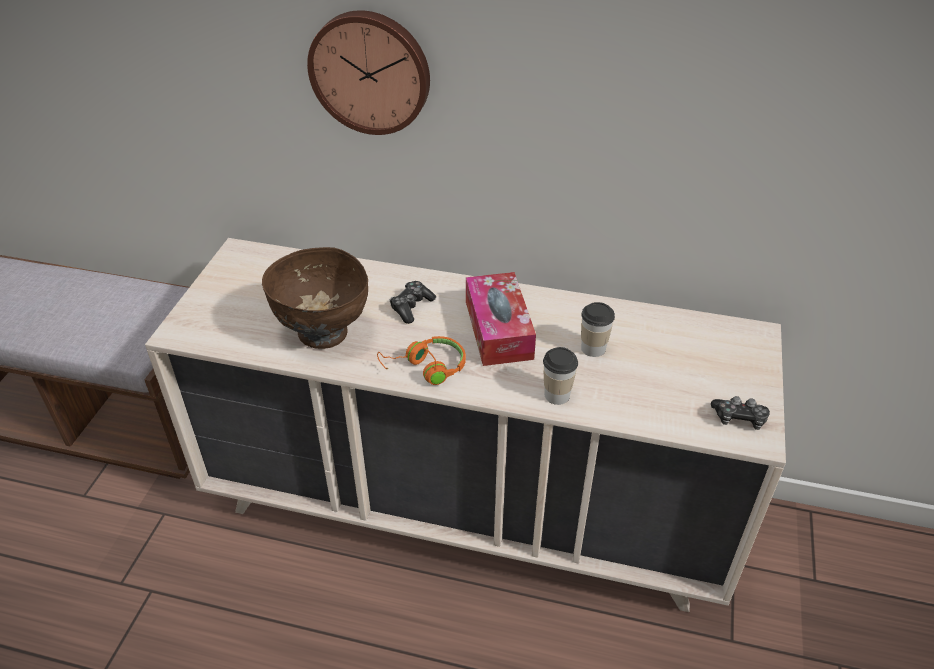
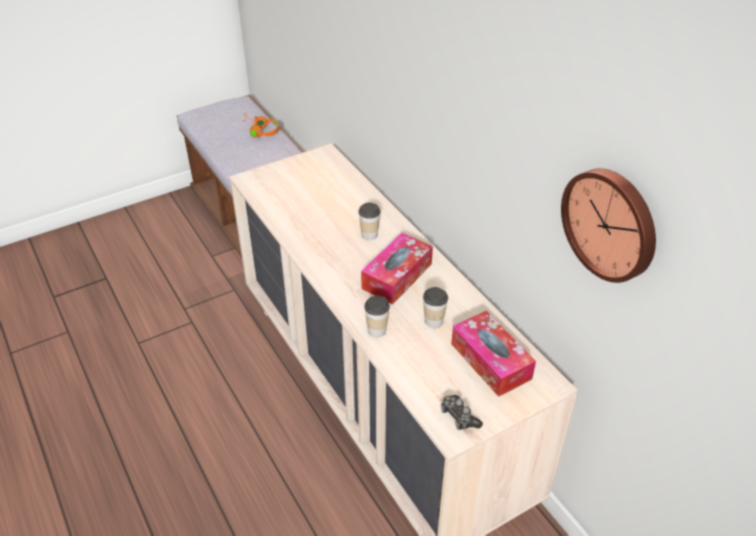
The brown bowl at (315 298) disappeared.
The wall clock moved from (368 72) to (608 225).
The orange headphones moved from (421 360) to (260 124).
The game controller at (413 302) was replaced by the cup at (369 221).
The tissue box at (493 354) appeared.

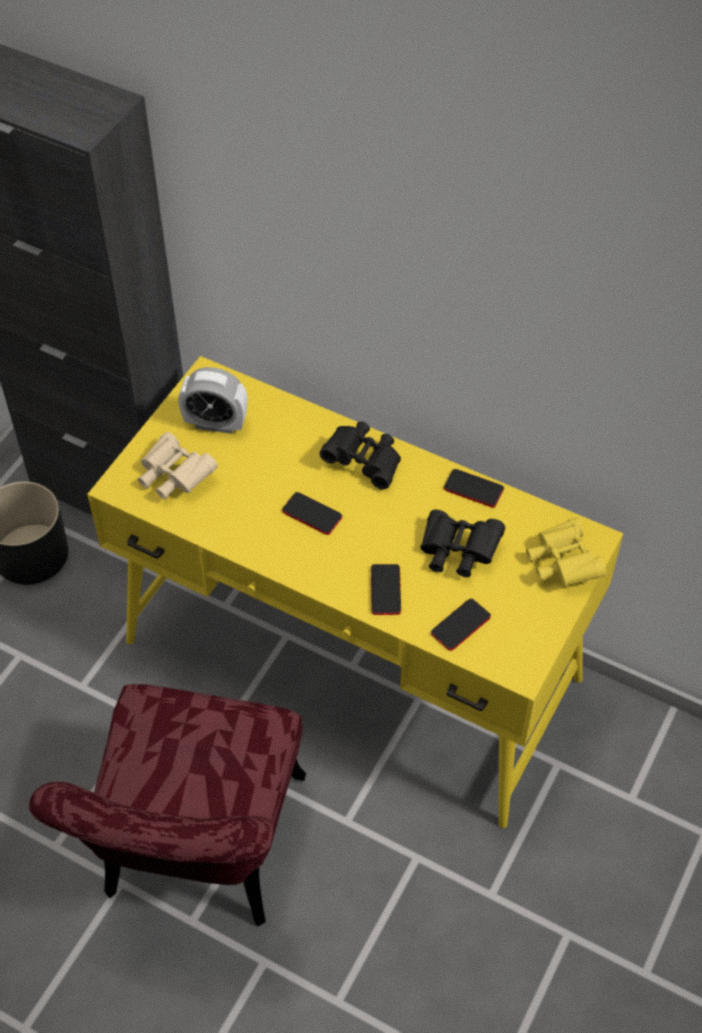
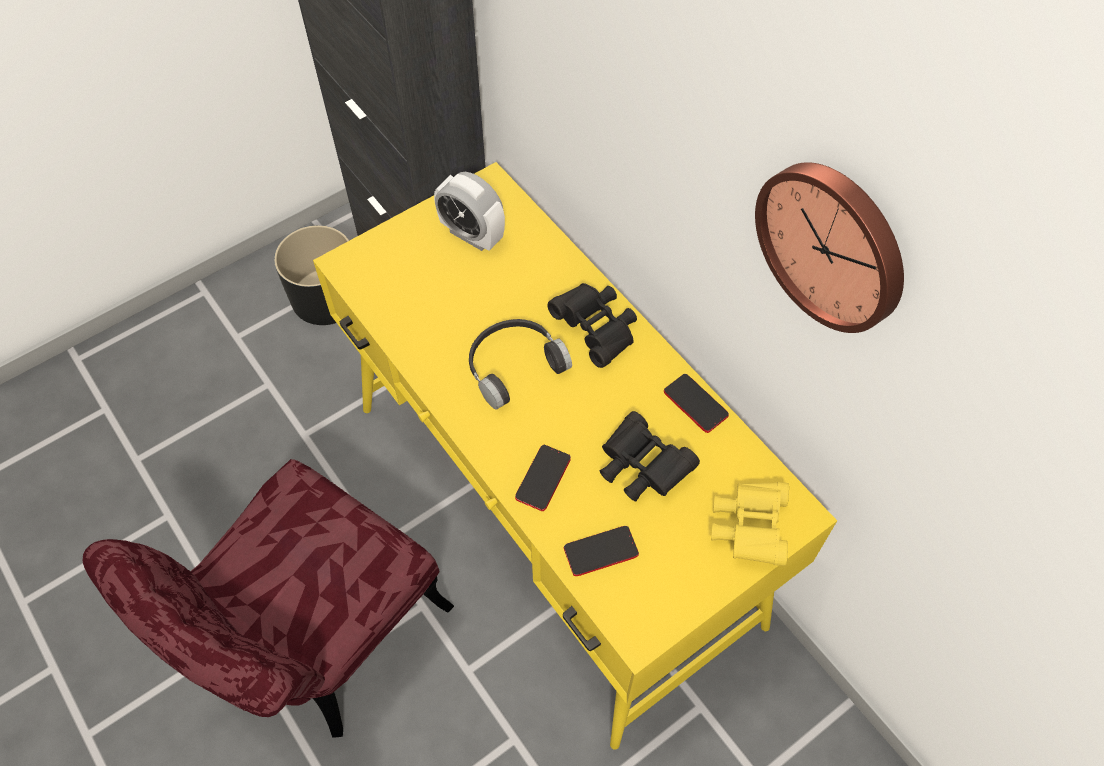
The beige binoculars at (178 466) disappeared.
The phone at (312 513) was replaced by the black headphones at (520 364).
The wall clock at (829 247) appeared.

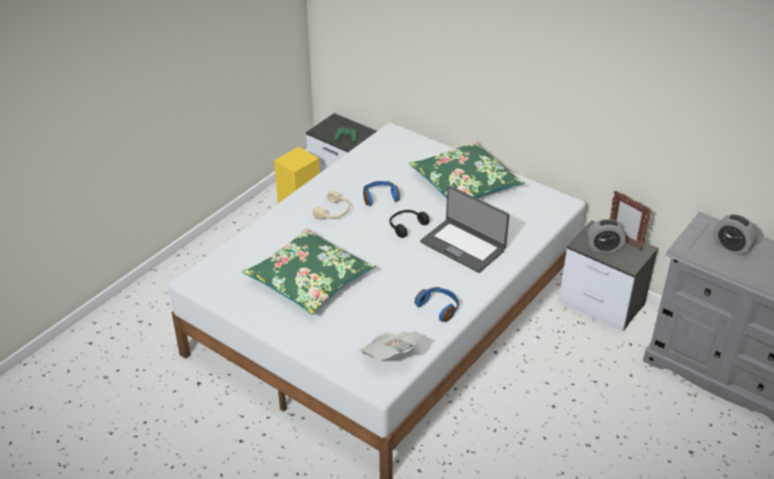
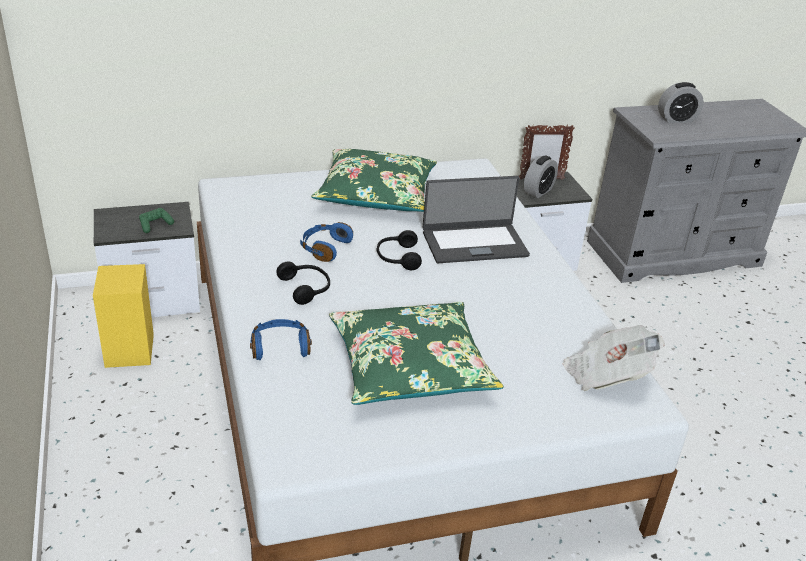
The beige headphones at (331 205) became the black headphones at (303 283).
The blue headphones moved from (437 304) to (281 339).

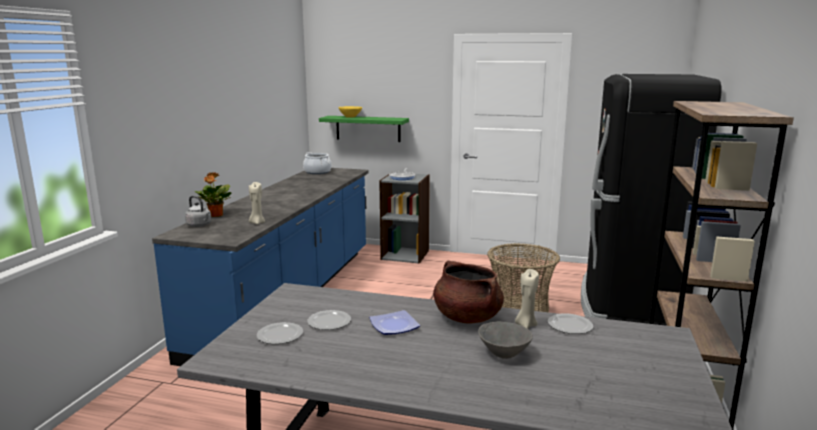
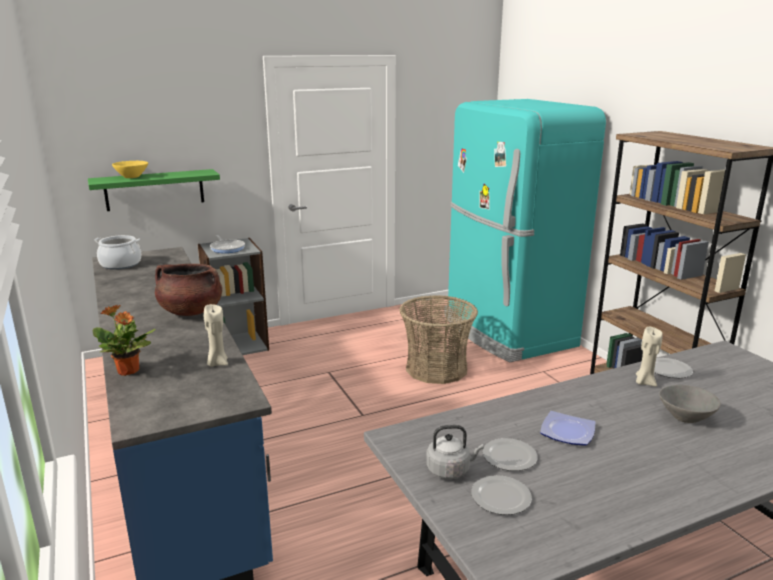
The grey kettle moved from (198 211) to (455 452).
The brown cooking pot moved from (468 292) to (188 290).
The black fridge at (651 200) became the turquoise fridge at (525 230).

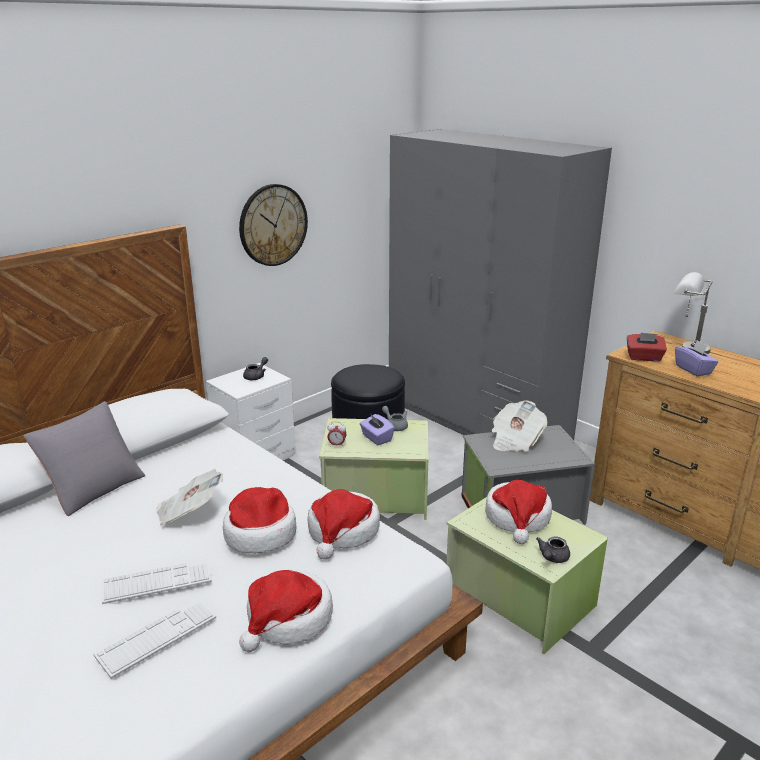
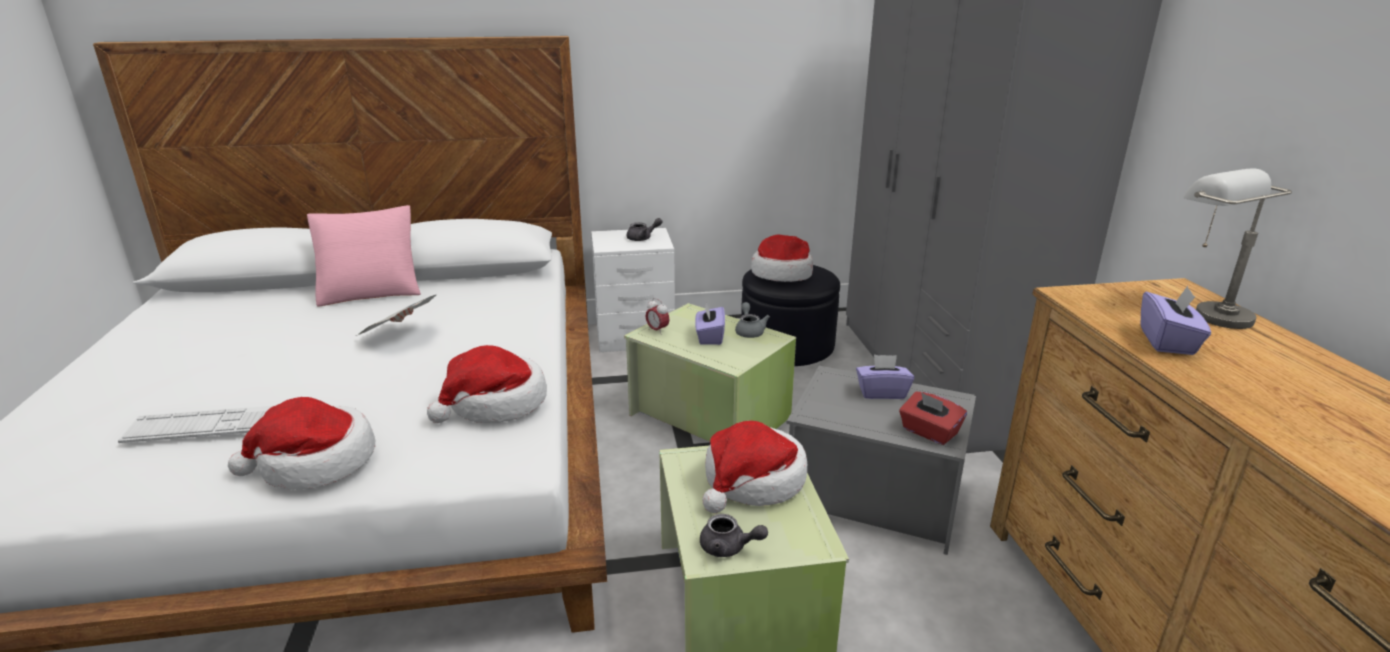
The grey pillow at (84 458) became the pink pillow at (364 256).
The keyboard at (157 581) disappeared.
The hat moved from (259 520) to (782 258).
The wall clock at (273 225) disappeared.
The newspaper at (519 425) was replaced by the purple tissue box at (885 377).
The grey teapot at (553 549) turned 135 degrees counterclockwise.
The red tissue box moved from (647 347) to (933 418).

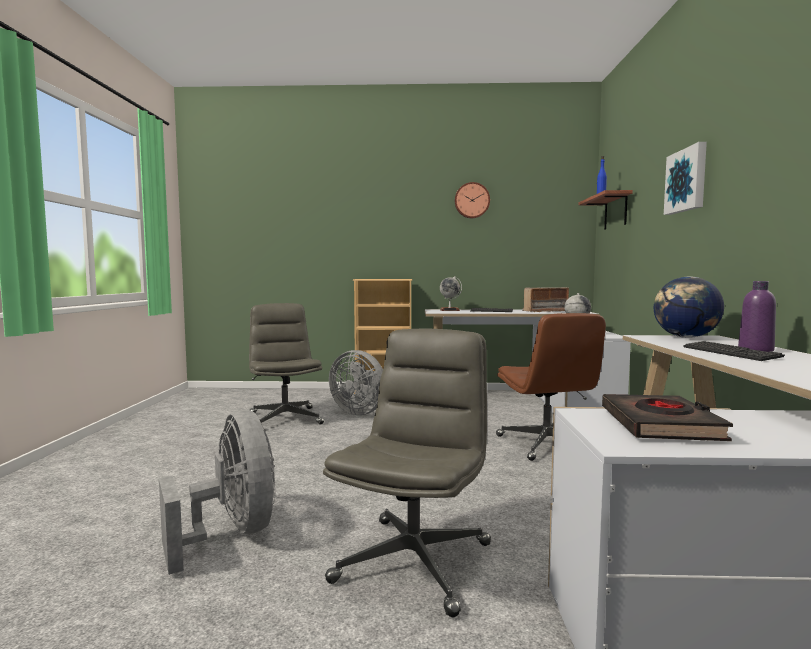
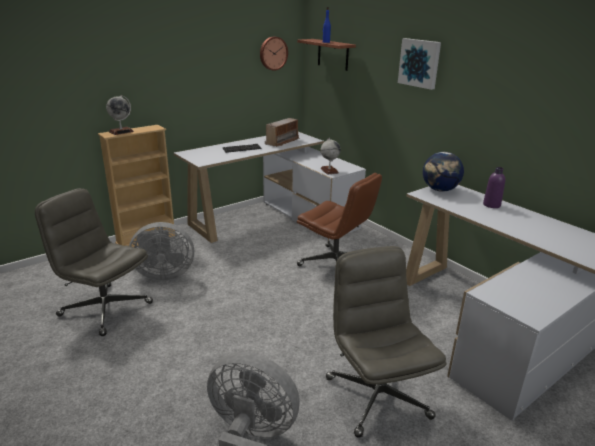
The globe moved from (451 293) to (120 115).
The wall clock moved from (472 200) to (274 54).
The black book at (667 417) disappeared.
The keyboard at (734 351) disappeared.

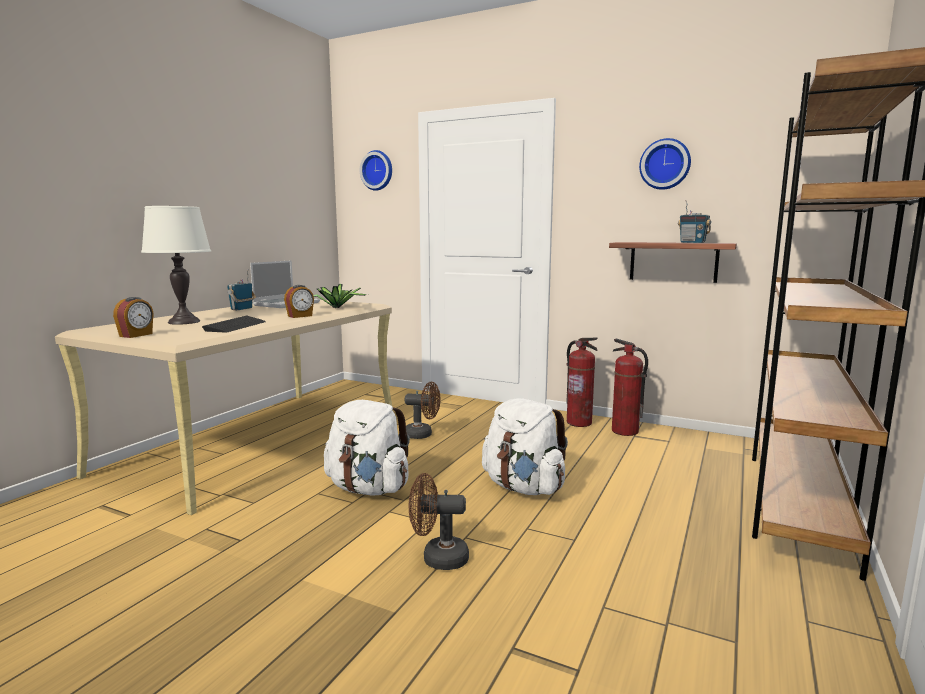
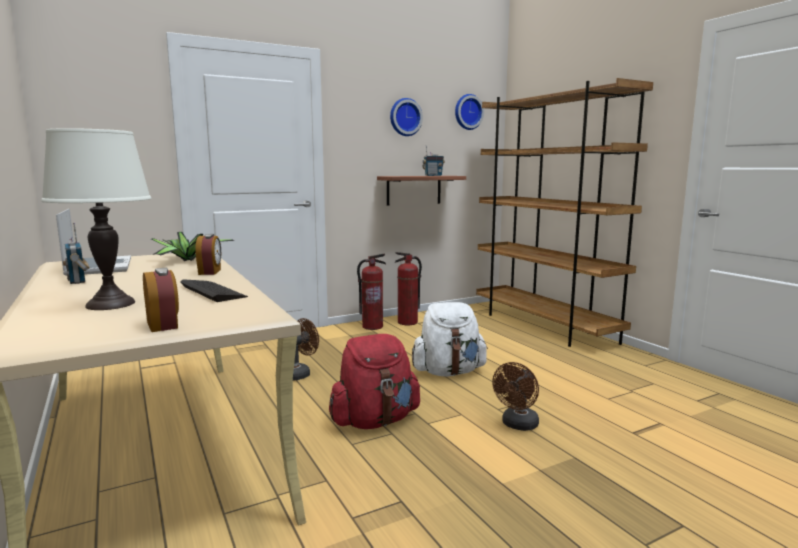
The white backpack at (367 448) became the red backpack at (374 381).
The wall clock moved from (376 170) to (469 112).

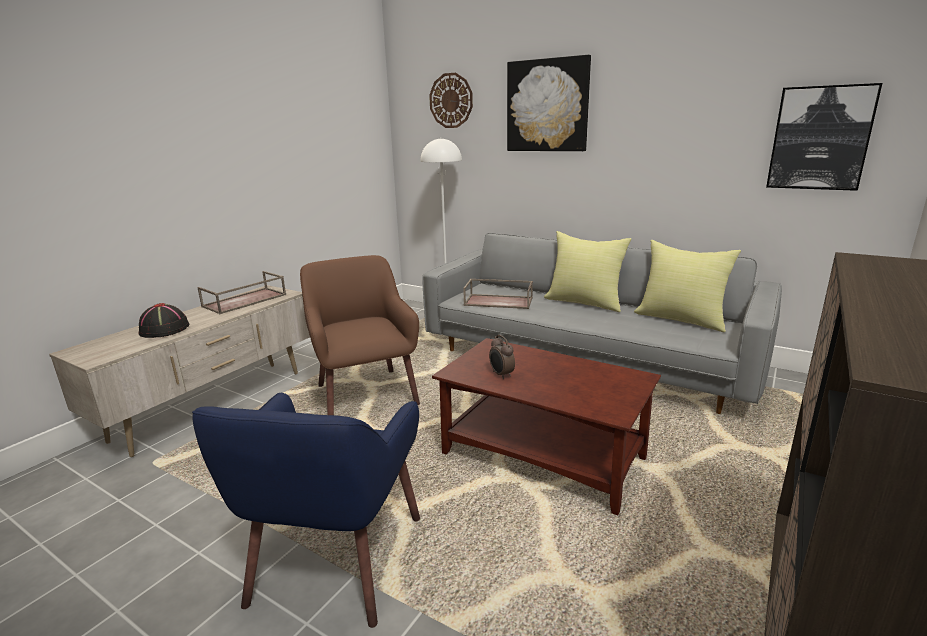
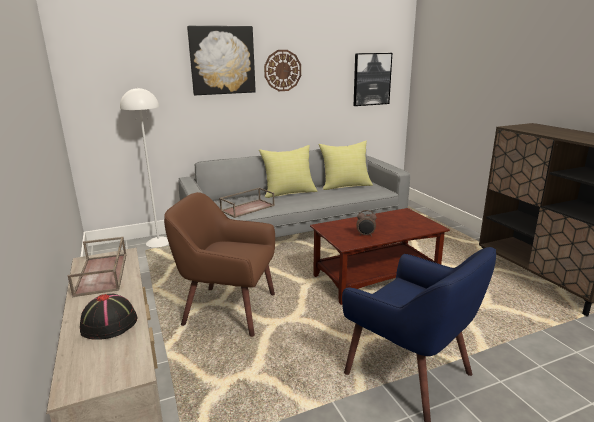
The wall clock moved from (451 100) to (282 70).

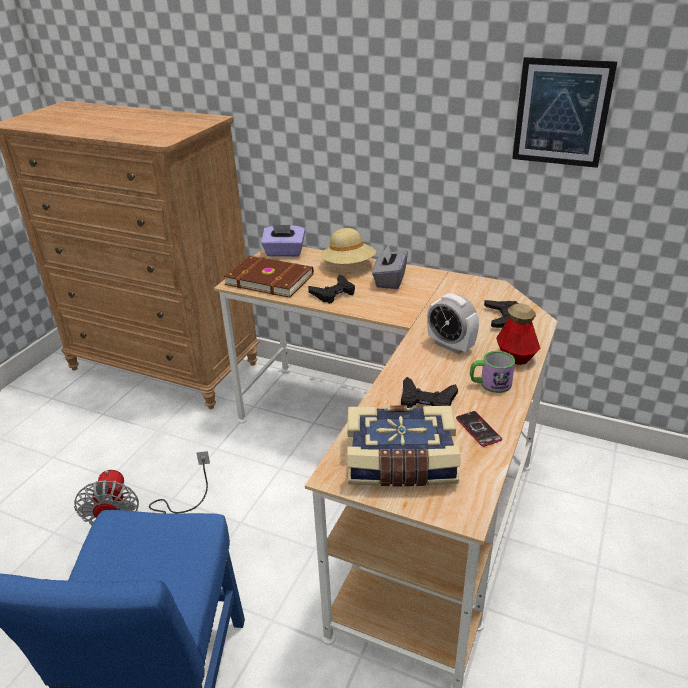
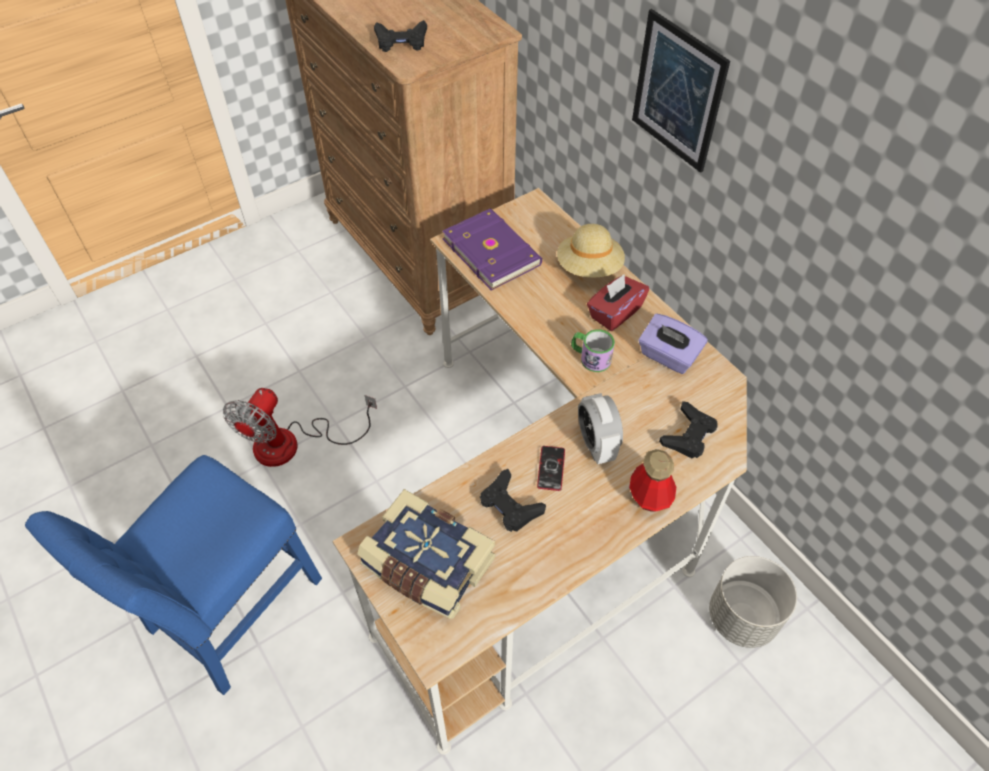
The brown book at (268 277) became the purple book at (492 249).
The purple tissue box moved from (283 240) to (673 344).
The black game controller moved from (331 289) to (400 36).
The grey tissue box at (390 266) became the red tissue box at (618 302).
The phone moved from (479 429) to (551 468).
The mug moved from (492 372) to (593 350).
The picture moved from (564 112) to (681 91).
The grey planter at (753 602) appeared.

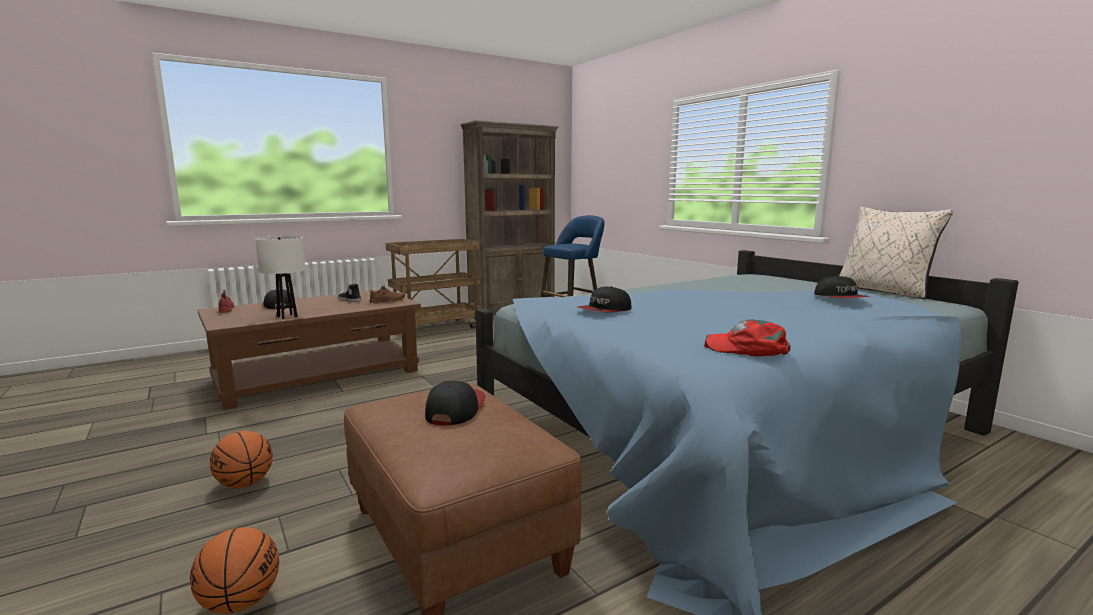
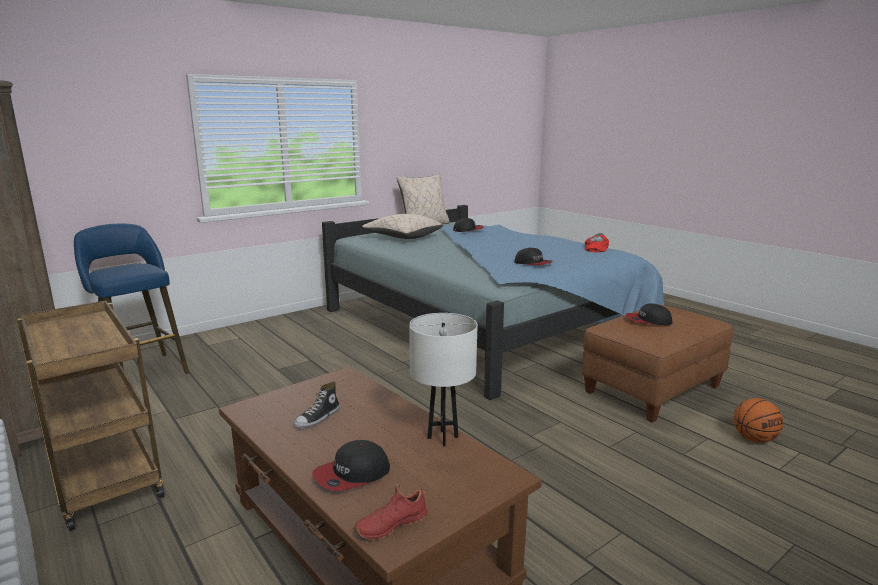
The basketball at (241 459) disappeared.
The brown shoe at (387 293) disappeared.
The beige pillow at (402 226) appeared.

